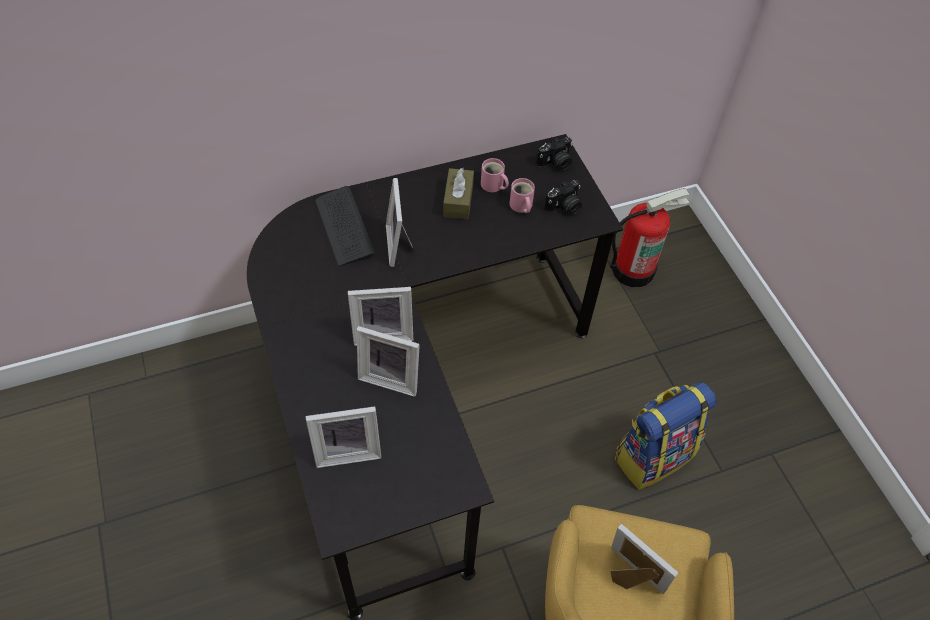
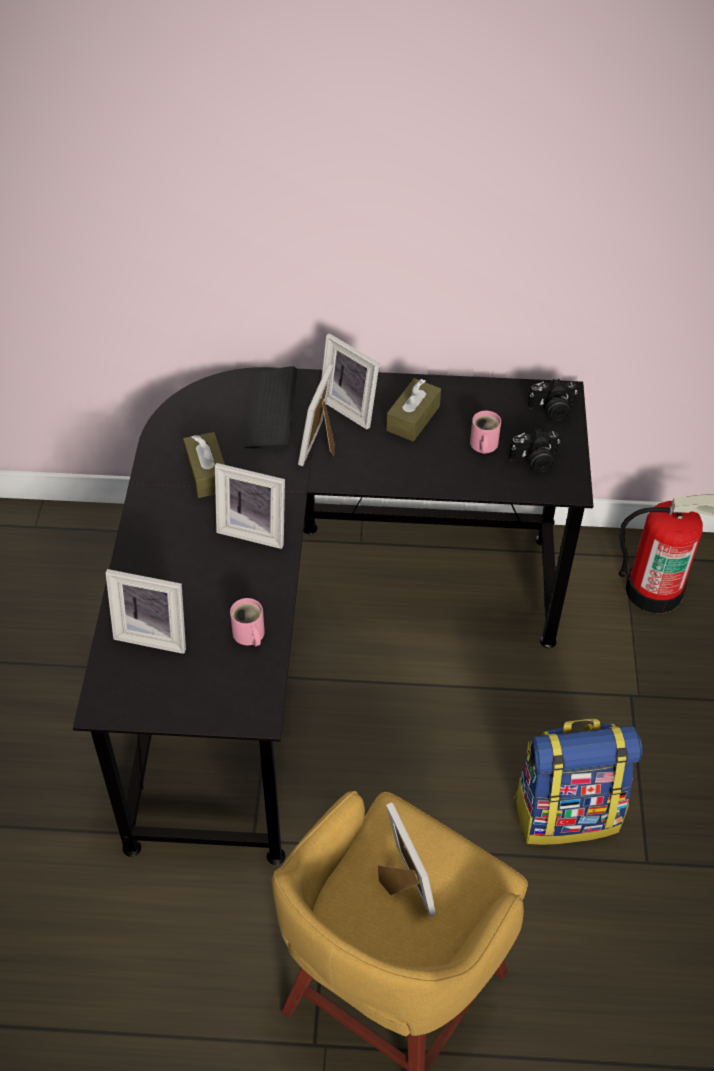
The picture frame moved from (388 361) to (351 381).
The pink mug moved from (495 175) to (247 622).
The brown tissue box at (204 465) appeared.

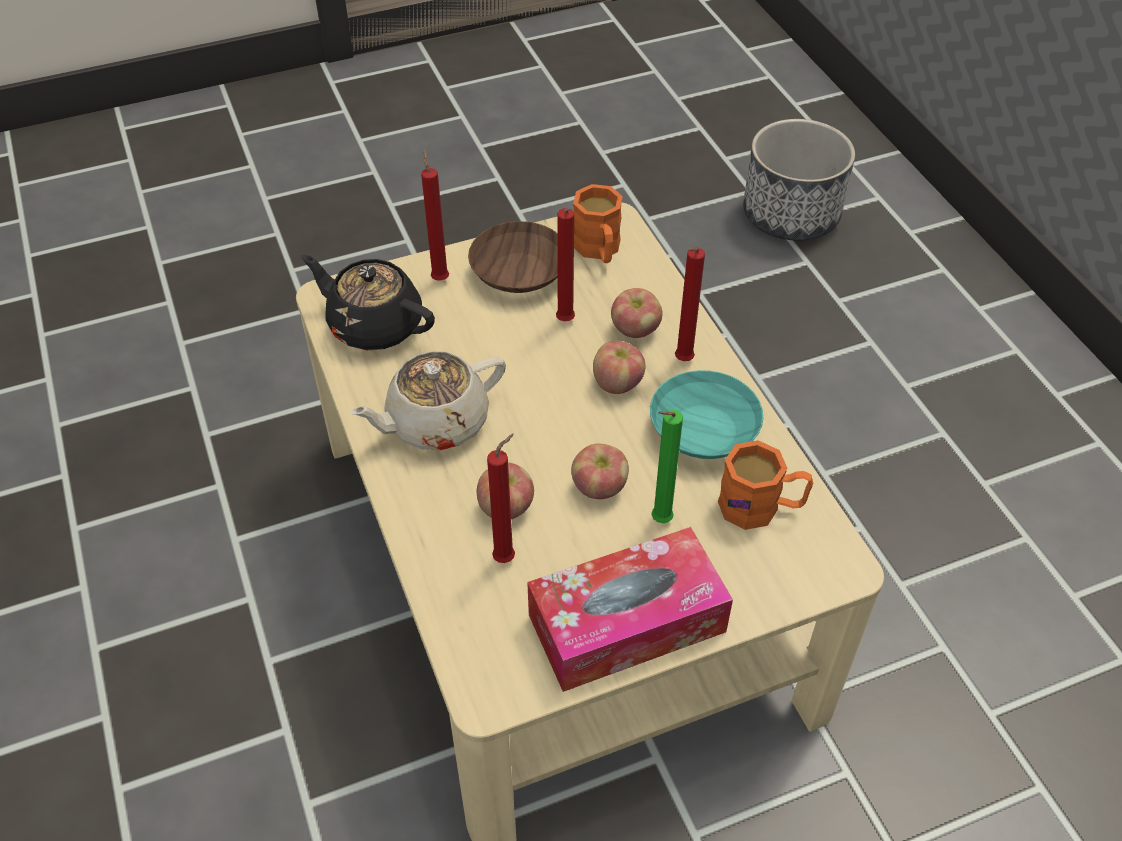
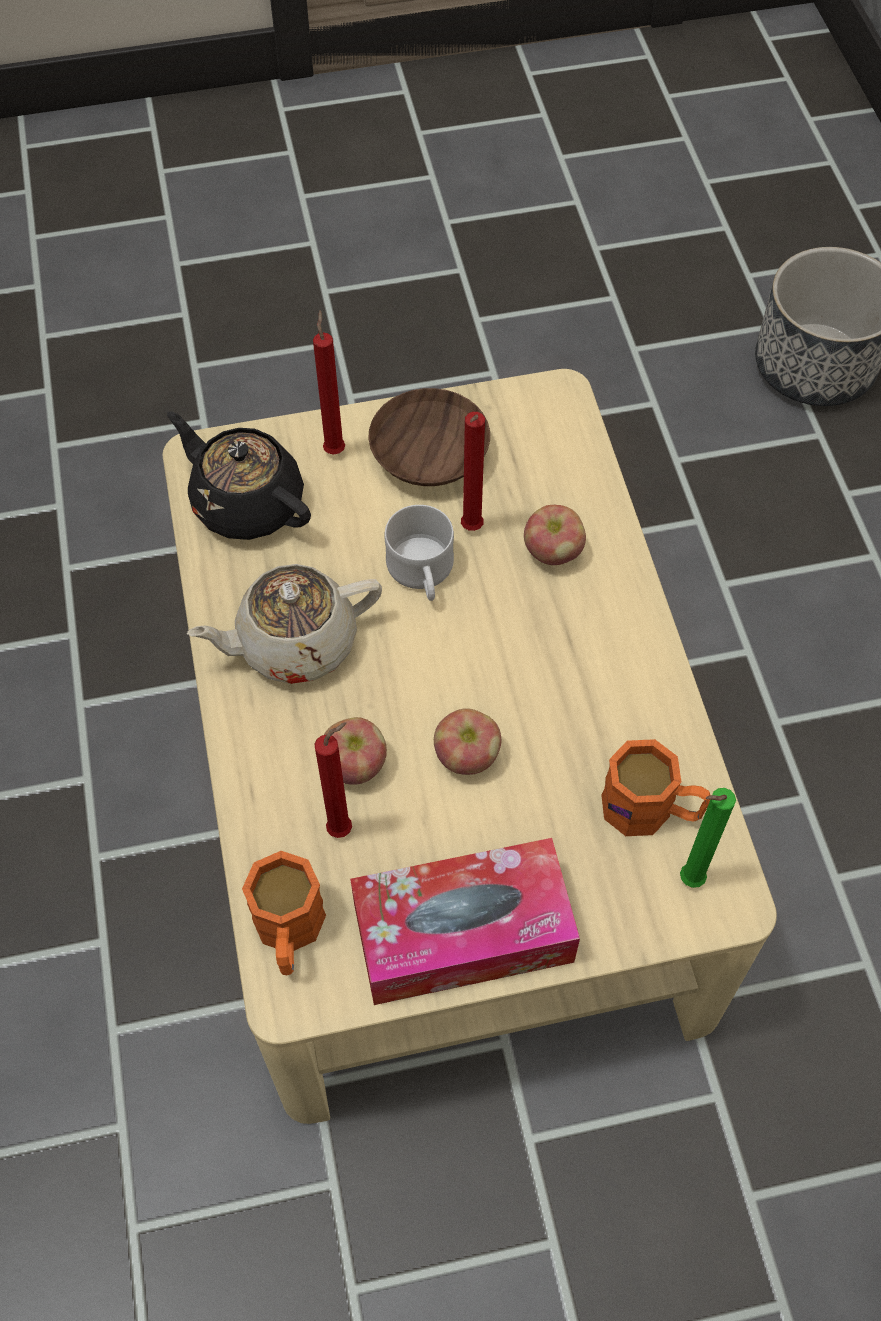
The orange mug moved from (598 223) to (284 913).
The apple at (619 367) disappeared.
The turquoise bowl at (706 414) disappeared.
The green candle moved from (667 466) to (708 838).
The red candle at (690 304) disappeared.
The white mug at (419 553) appeared.

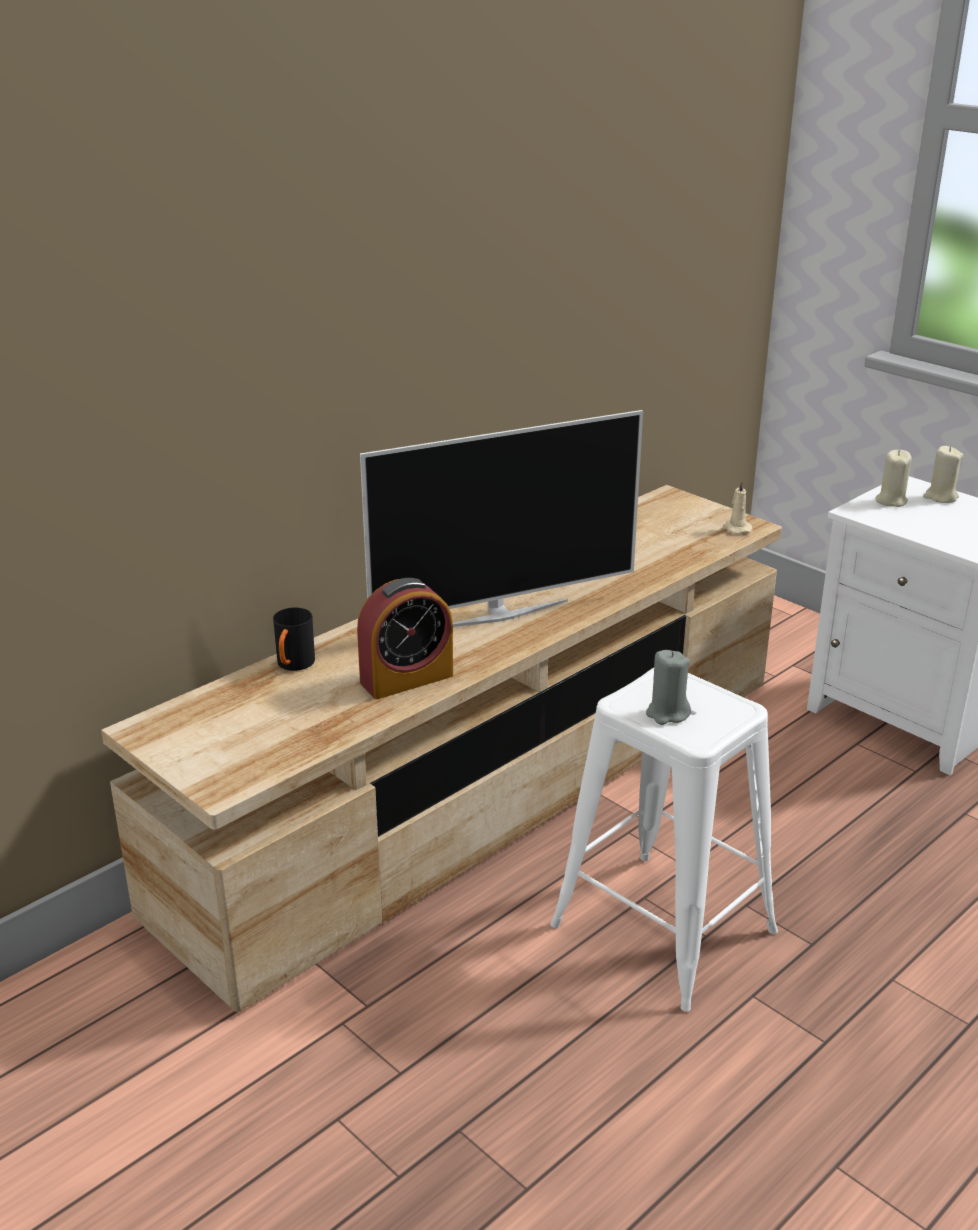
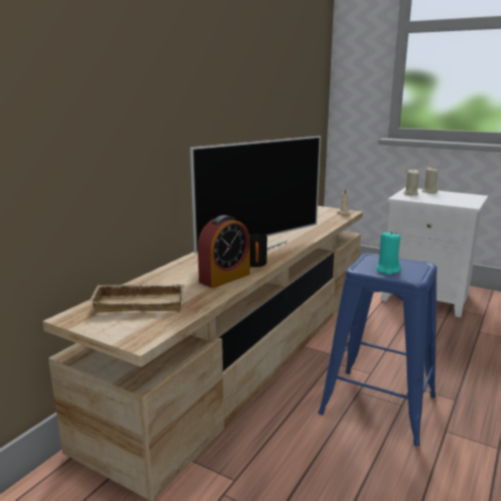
The black mug moved from (294 639) to (258 250).
The white stool at (664 839) became the blue stool at (377 349).
The grey candle at (668 687) became the turquoise candle at (388 253).
The beige tray at (136 298) appeared.

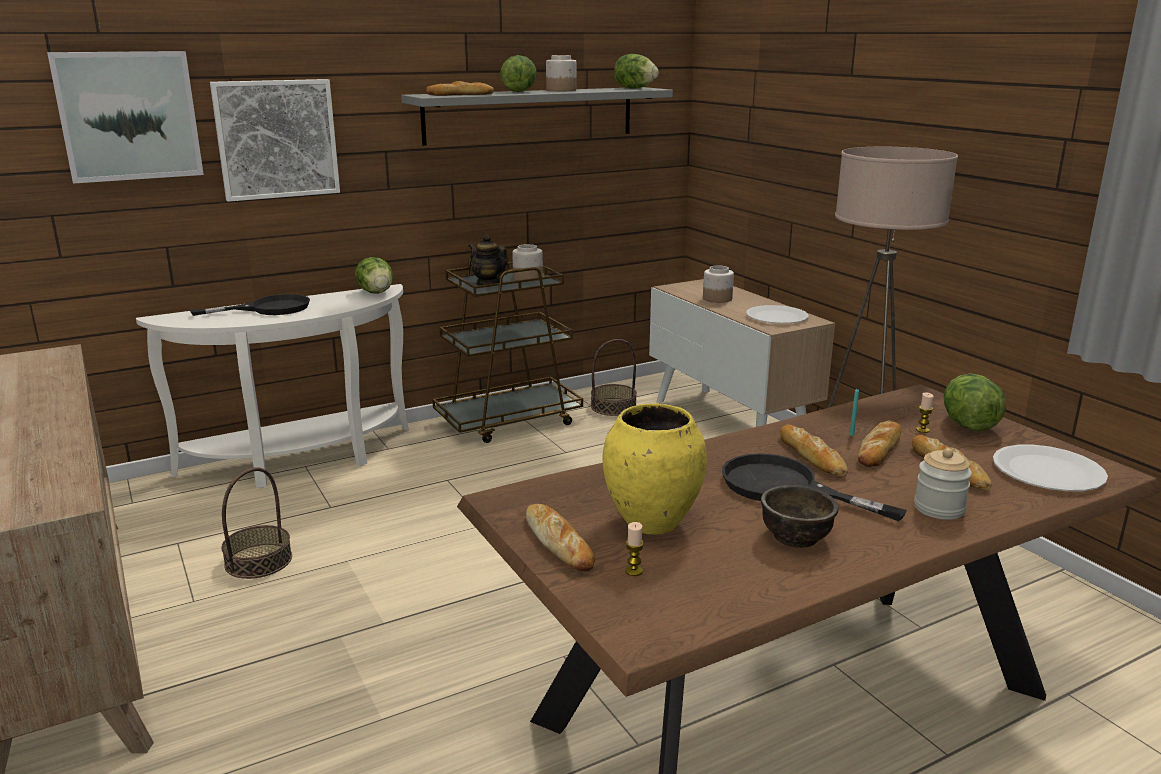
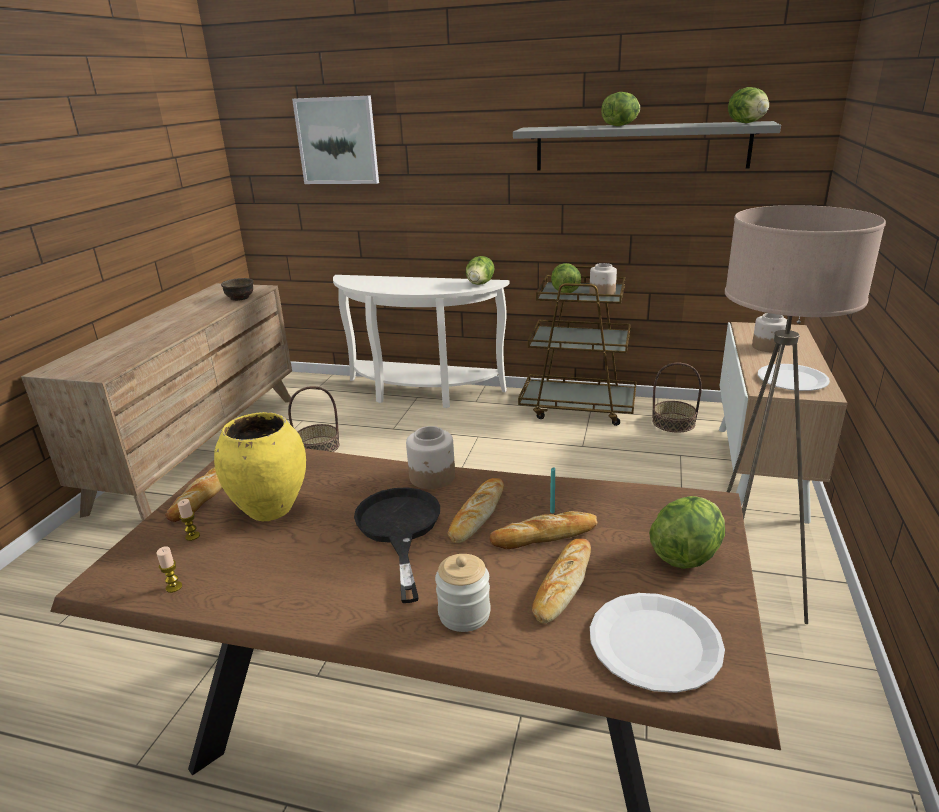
The black frying pan at (250 305) disappeared.
The picture at (275 140) disappeared.
The bread at (460 88) disappeared.
The teapot at (488 260) was replaced by the lettuce at (566 278).
The jar moved from (561 73) to (430 457).
The brown bowl moved from (800 516) to (237 289).
The candle moved from (924 412) to (169 569).

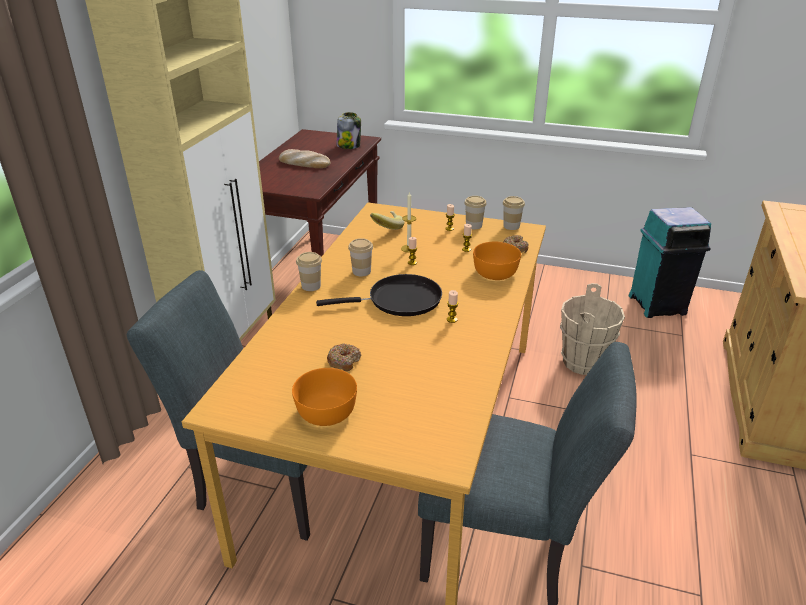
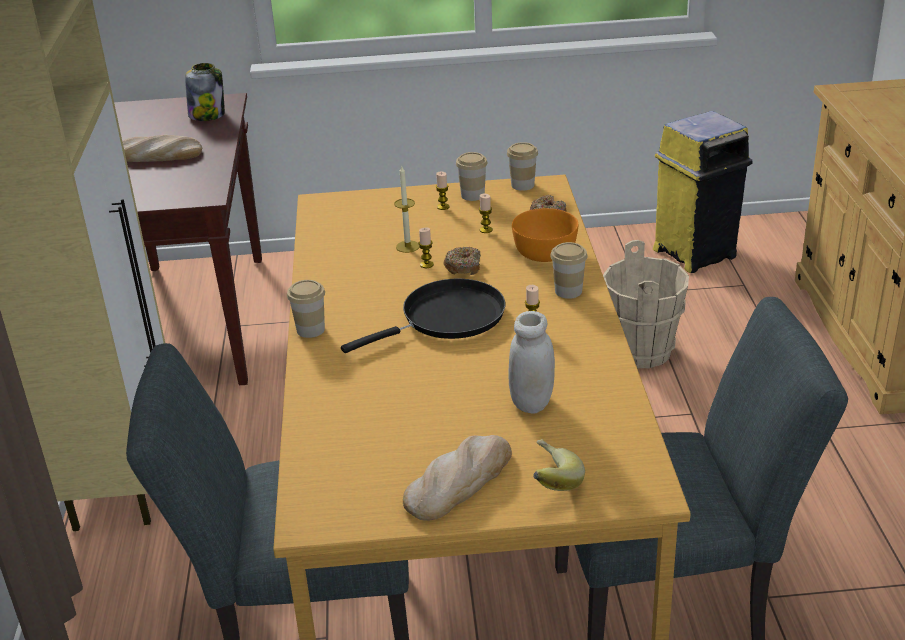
The orange bowl at (324 397) was replaced by the bread at (457 478).
The donut moved from (344 357) to (462 261).
The cup moved from (360 257) to (568 270).
The banana moved from (387 220) to (559 465).
The turquoise trash can at (669 262) became the yellow trash can at (702 192).
The white jar at (532 362) appeared.

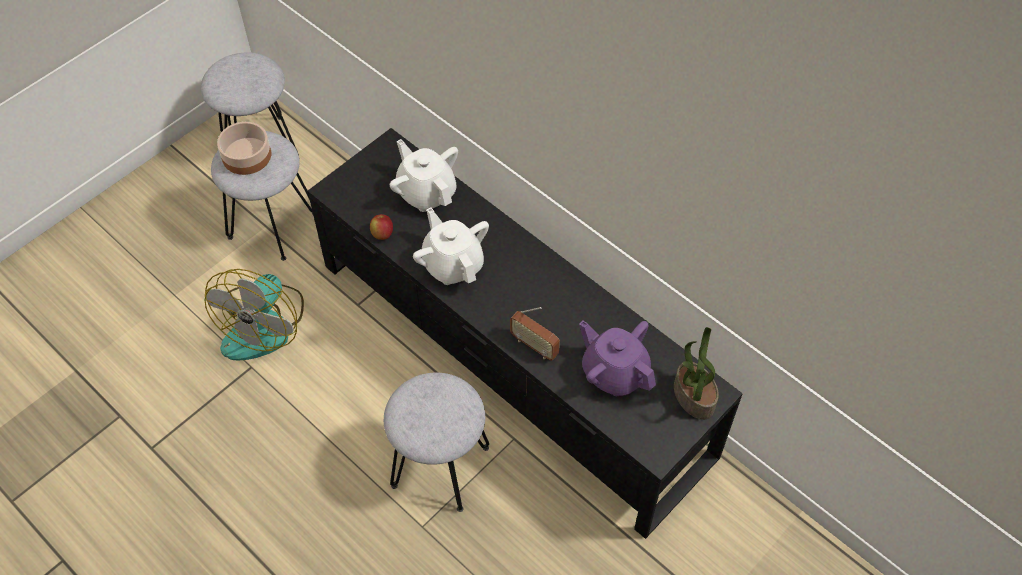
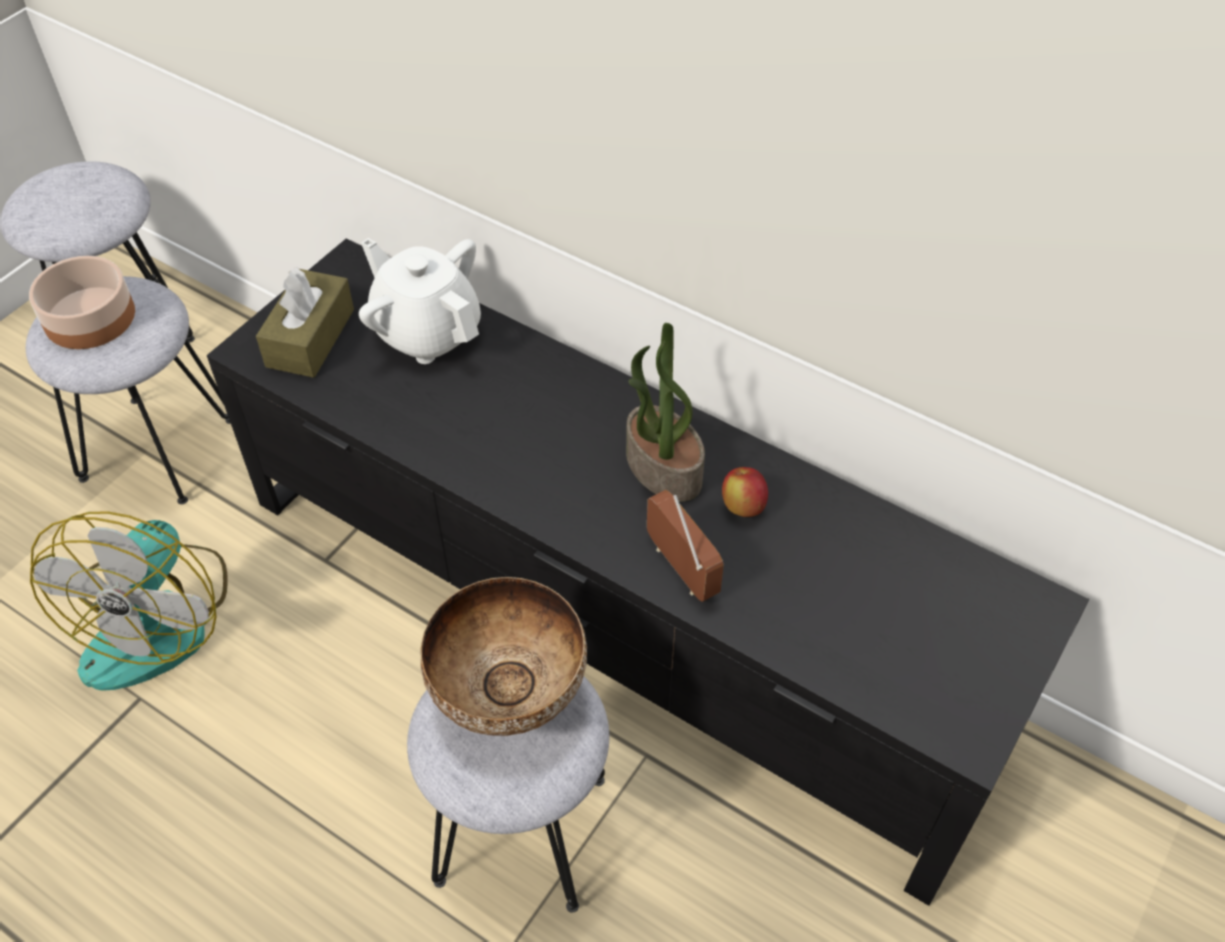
The apple moved from (381 227) to (745 492).
The white teapot at (451 246) disappeared.
The radio at (535 334) turned 150 degrees counterclockwise.
The purple teapot at (617 358) disappeared.
The potted plant moved from (696 373) to (665 412).
The brown tissue box at (305 322) appeared.
The bowl at (504 656) appeared.

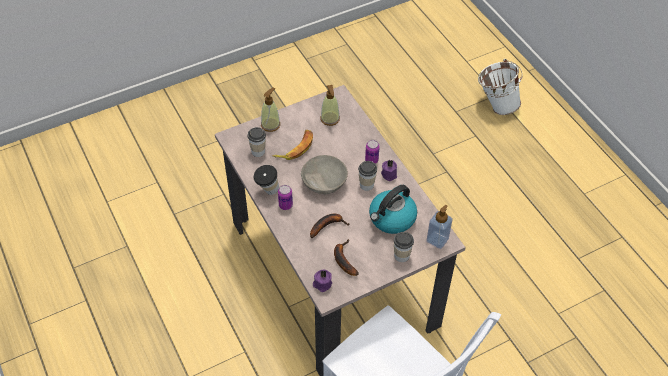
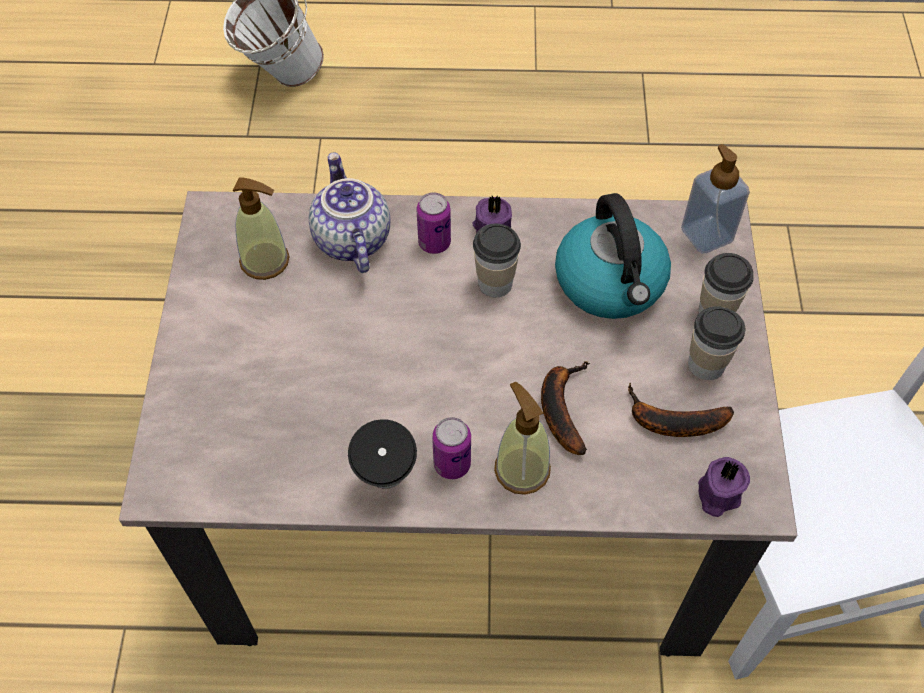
The cup moved from (256 142) to (716 343).
The soap dispenser moved from (270 109) to (522 438).
The banana at (293 145) disappeared.
The grey bowl at (324 174) disappeared.
The teapot at (349 212) appeared.

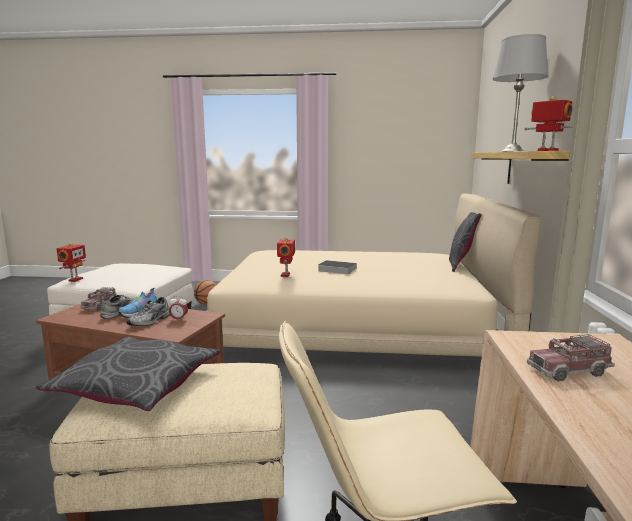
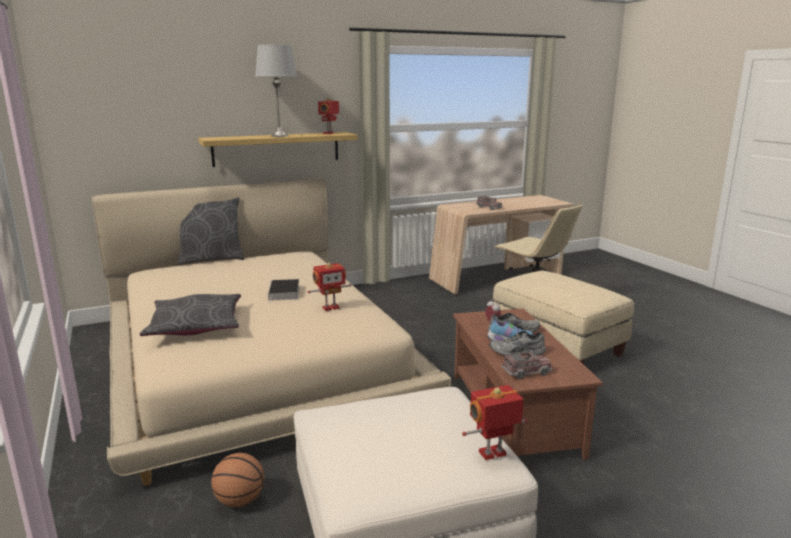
The grey pillow moved from (128 374) to (190 315).

